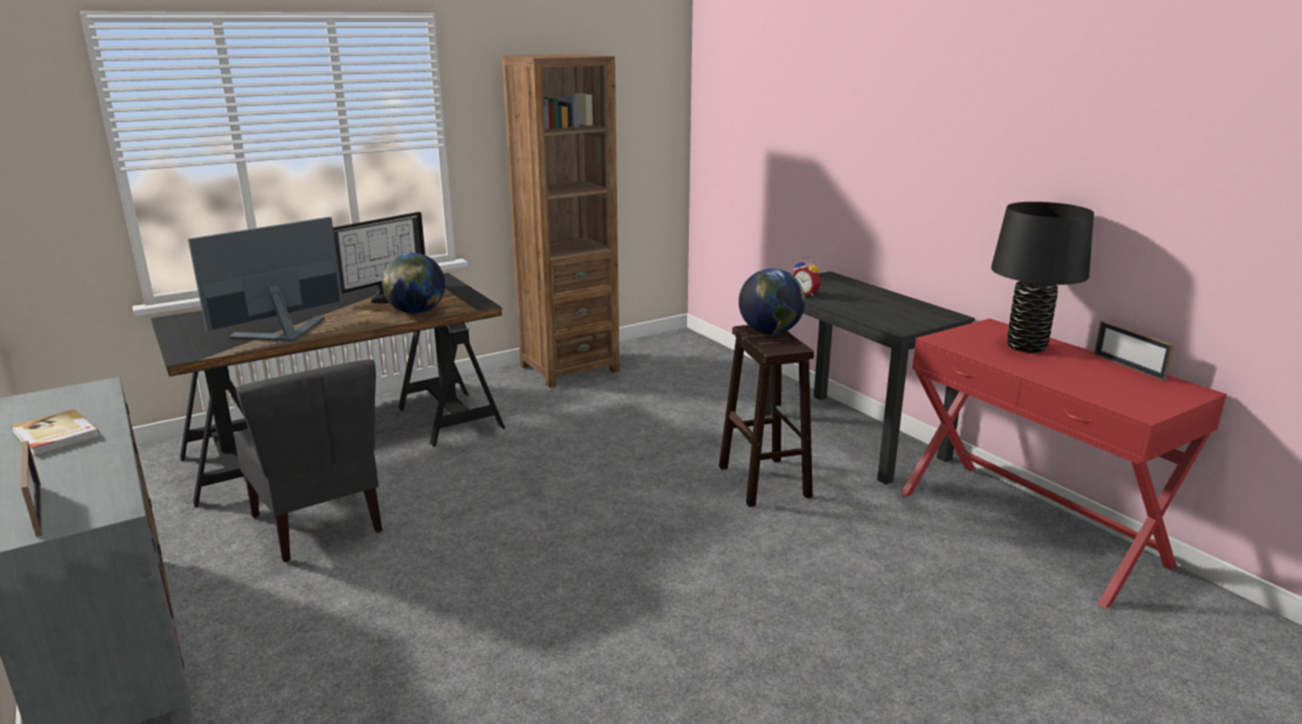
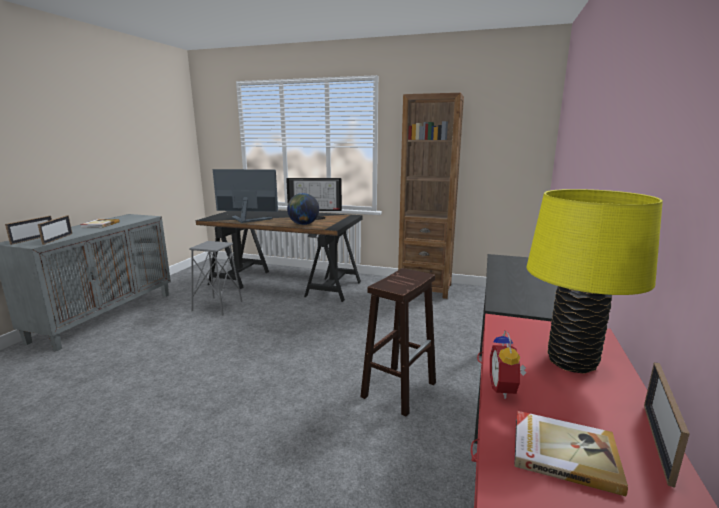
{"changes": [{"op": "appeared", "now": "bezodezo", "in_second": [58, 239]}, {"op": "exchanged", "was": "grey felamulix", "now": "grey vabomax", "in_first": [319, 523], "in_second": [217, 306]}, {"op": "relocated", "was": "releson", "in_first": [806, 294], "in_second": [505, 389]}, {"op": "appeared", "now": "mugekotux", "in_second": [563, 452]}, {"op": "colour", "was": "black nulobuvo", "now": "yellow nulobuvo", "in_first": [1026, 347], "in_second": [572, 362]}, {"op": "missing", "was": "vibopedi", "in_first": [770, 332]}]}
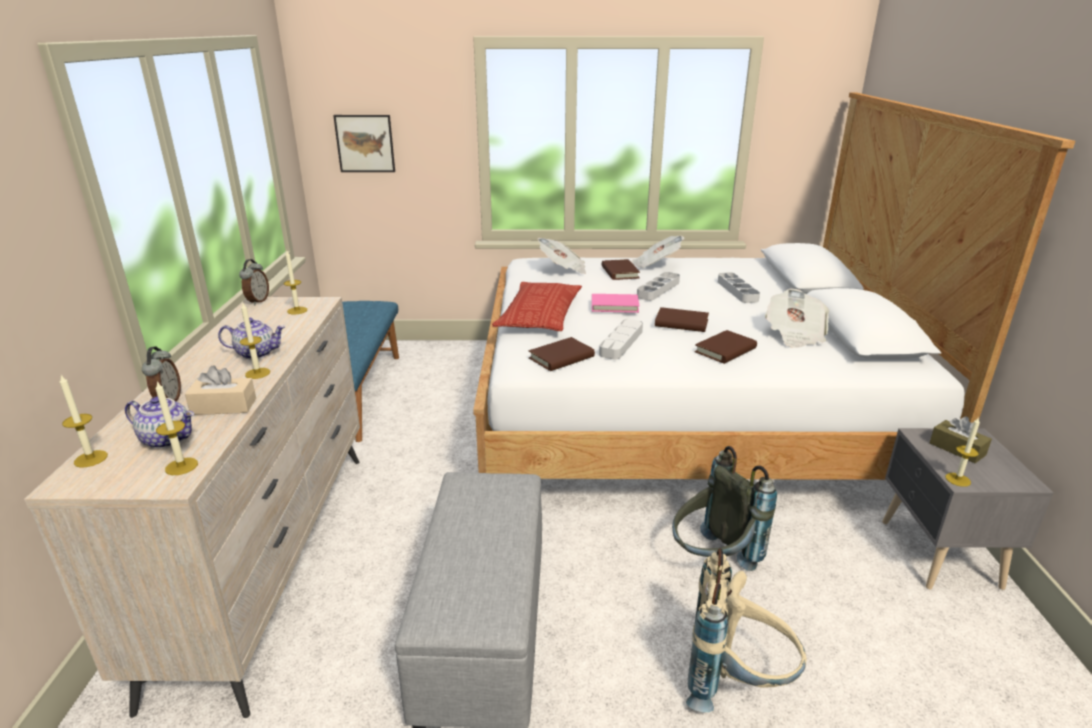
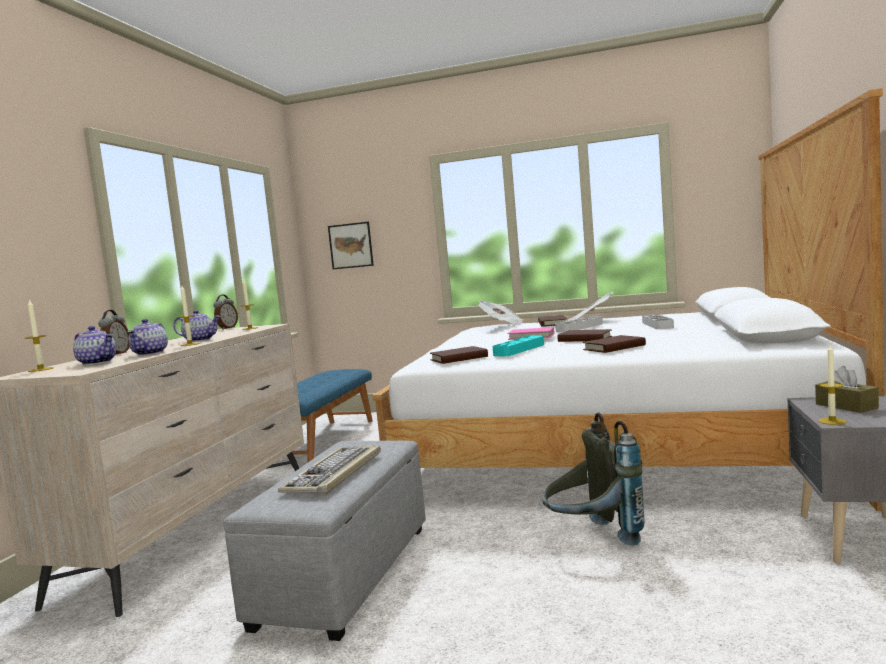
{"changes": [{"op": "exchanged", "was": "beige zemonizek", "now": "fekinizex", "in_first": [224, 406], "in_second": [150, 353]}, {"op": "appeared", "now": "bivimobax", "in_second": [335, 473]}, {"op": "colour", "was": "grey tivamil", "now": "turquoise tivamil", "in_first": [621, 343], "in_second": [519, 350]}, {"op": "missing", "was": "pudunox", "in_first": [181, 466]}, {"op": "missing", "was": "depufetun", "in_first": [540, 314]}, {"op": "missing", "was": "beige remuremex", "in_first": [736, 683]}, {"op": "missing", "was": "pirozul", "in_first": [794, 335]}]}
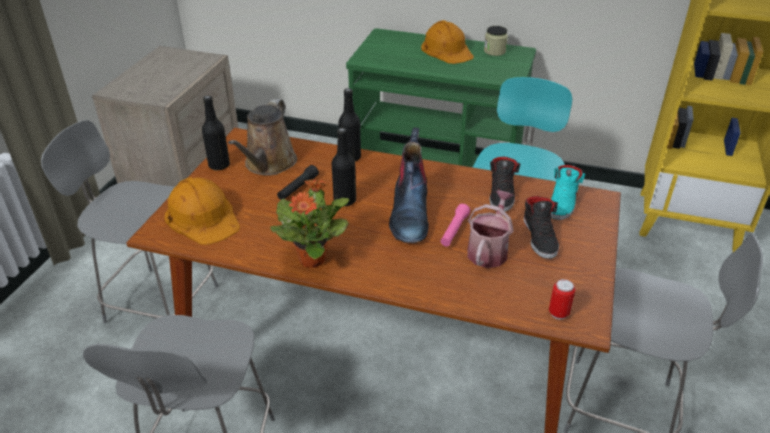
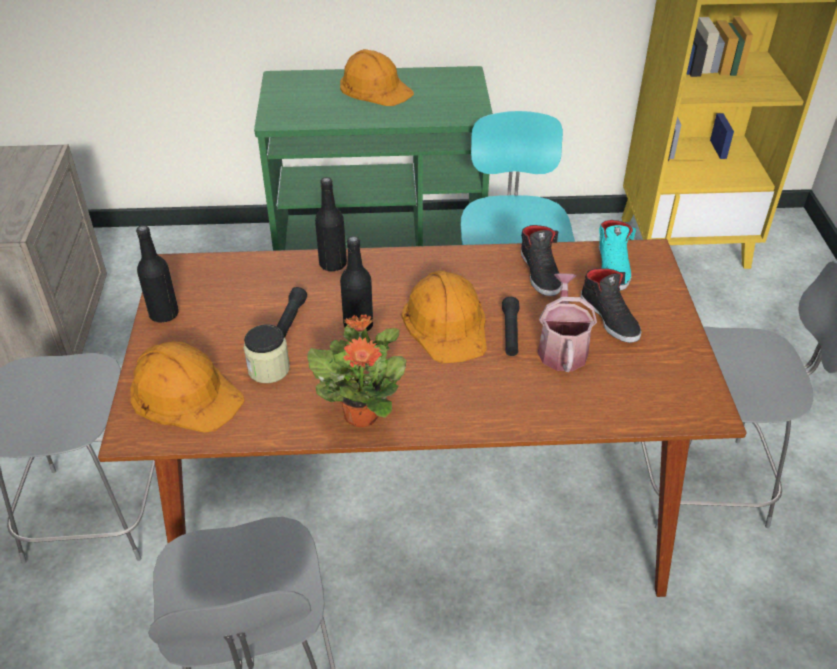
{"changes": [{"op": "relocated", "was": "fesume", "in_first": [494, 51], "in_second": [269, 369]}, {"op": "exchanged", "was": "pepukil", "now": "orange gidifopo", "in_first": [410, 213], "in_second": [447, 323]}, {"op": "colour", "was": "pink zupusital", "now": "black zupusital", "in_first": [454, 230], "in_second": [510, 333]}, {"op": "missing", "was": "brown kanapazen", "in_first": [268, 164]}, {"op": "missing", "was": "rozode", "in_first": [558, 313]}]}
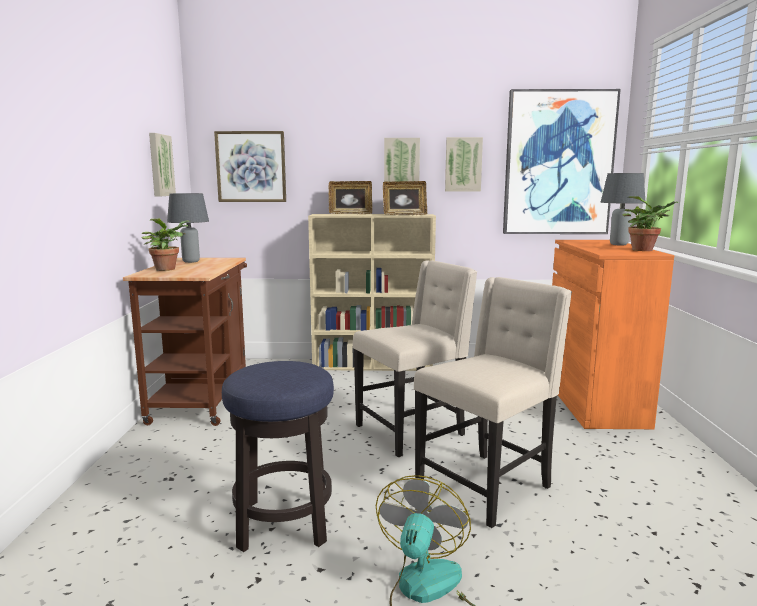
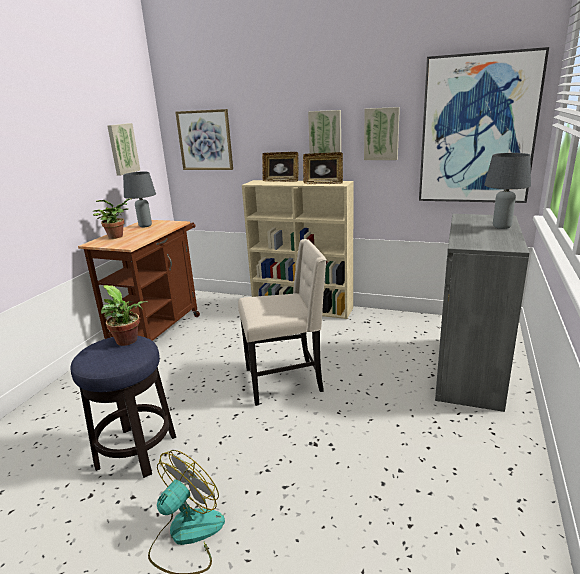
{"changes": [{"op": "relocated", "was": "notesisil", "in_first": [645, 250], "in_second": [128, 341]}, {"op": "colour", "was": "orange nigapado", "now": "grey nigapado", "in_first": [594, 402], "in_second": [469, 371]}, {"op": "missing", "was": "beige felamulix", "in_first": [486, 486]}]}
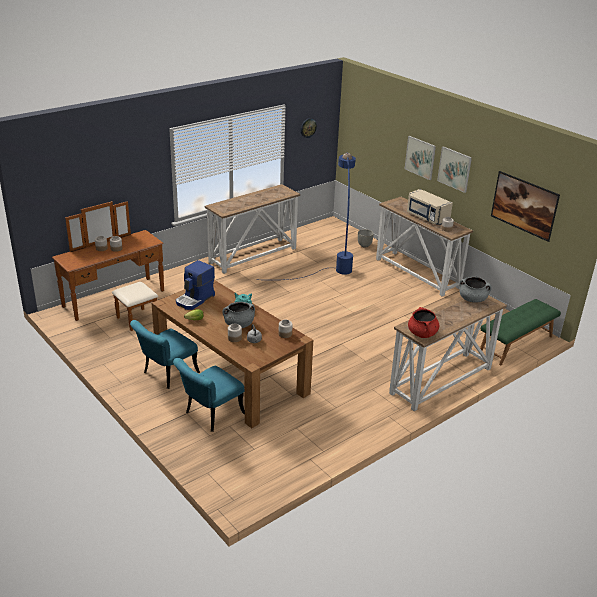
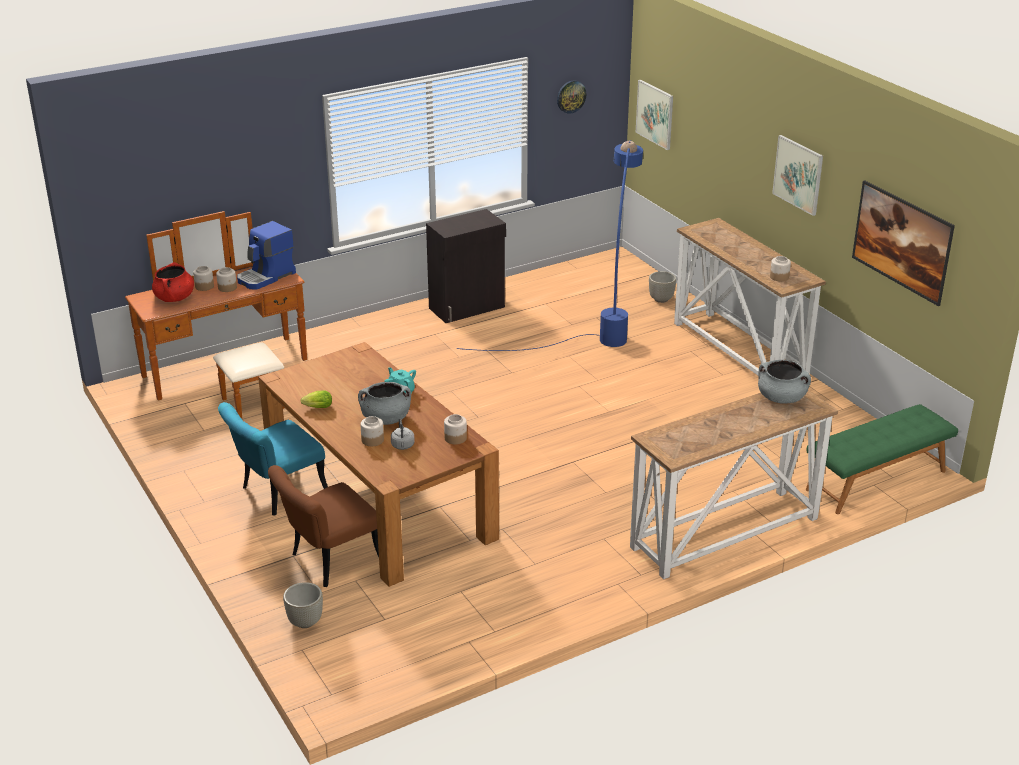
{"changes": [{"op": "relocated", "was": "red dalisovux", "in_first": [422, 334], "in_second": [174, 298]}, {"op": "relocated", "was": "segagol", "in_first": [195, 299], "in_second": [266, 277]}, {"op": "colour", "was": "turquoise felamulix", "now": "brown felamulix", "in_first": [210, 415], "in_second": [328, 562]}, {"op": "appeared", "now": "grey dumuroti", "in_second": [305, 622]}, {"op": "exchanged", "was": "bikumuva", "now": "black nigapado", "in_first": [253, 255], "in_second": [468, 308]}, {"op": "relocated", "was": "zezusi", "in_first": [420, 157], "in_second": [655, 114]}, {"op": "missing", "was": "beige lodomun", "in_first": [427, 217]}]}
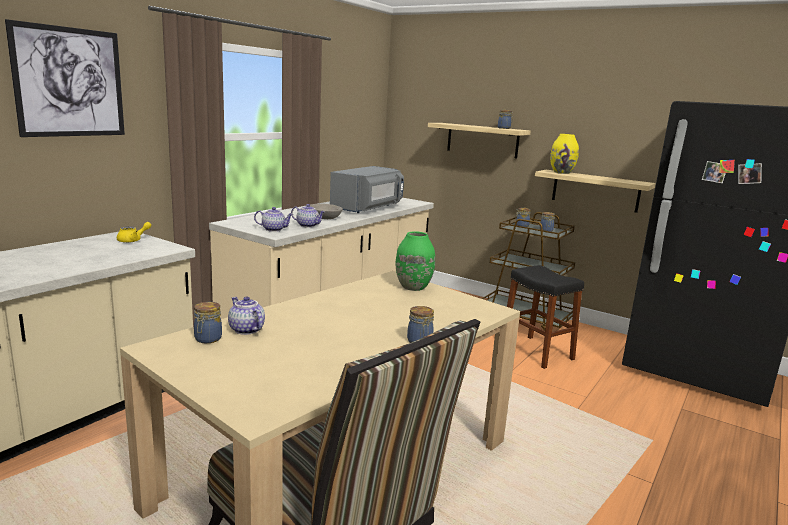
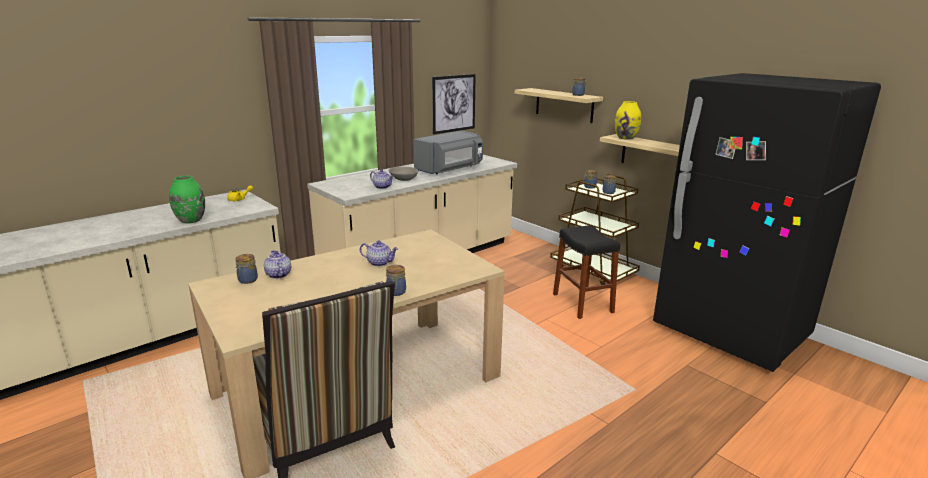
{"changes": [{"op": "relocated", "was": "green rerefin", "in_first": [413, 287], "in_second": [190, 220]}, {"op": "relocated", "was": "fekinizex", "in_first": [274, 229], "in_second": [380, 263]}, {"op": "relocated", "was": "zezusi", "in_first": [70, 82], "in_second": [454, 103]}]}
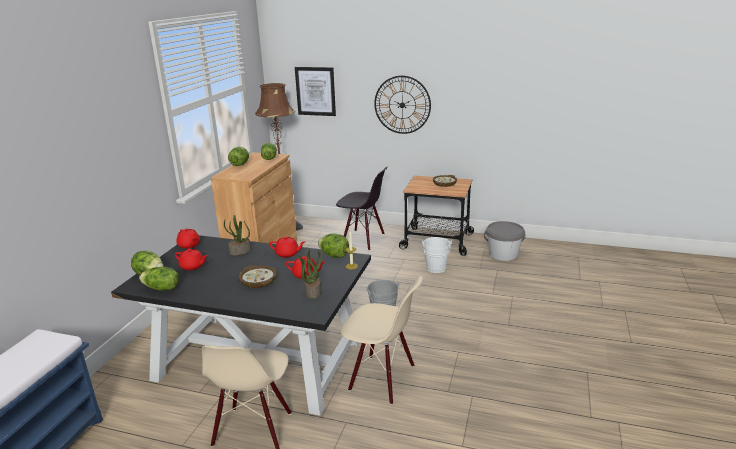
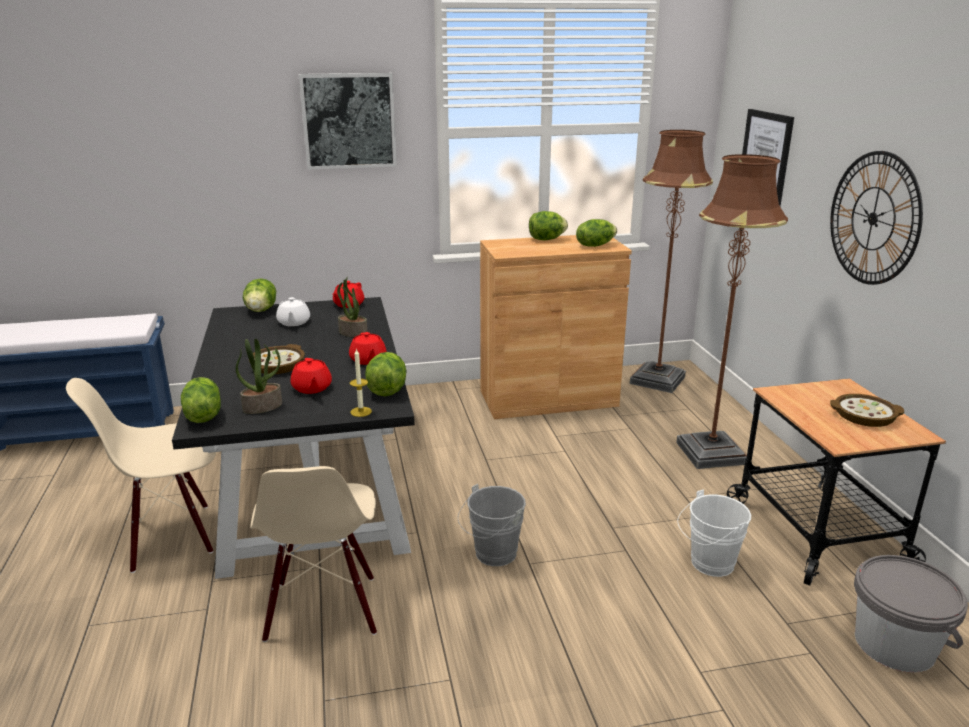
{"changes": [{"op": "relocated", "was": "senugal", "in_first": [161, 289], "in_second": [202, 415]}, {"op": "colour", "was": "red fekinizex", "now": "white fekinizex", "in_first": [192, 266], "in_second": [293, 323]}, {"op": "appeared", "now": "zezusi", "in_second": [349, 121]}, {"op": "exchanged", "was": "black felamulix", "now": "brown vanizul", "in_first": [363, 240], "in_second": [710, 453]}]}
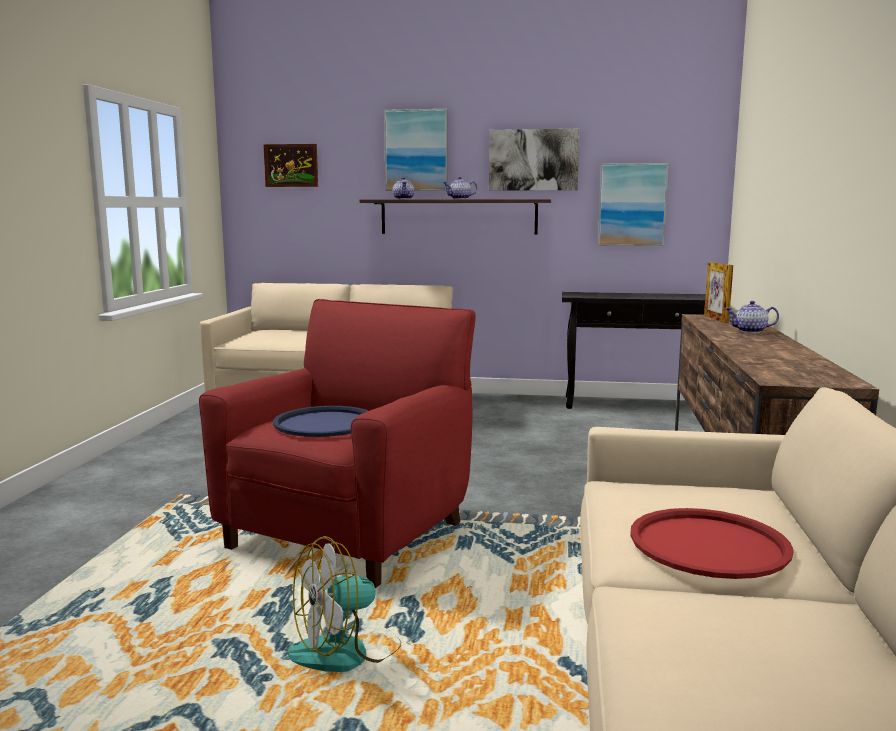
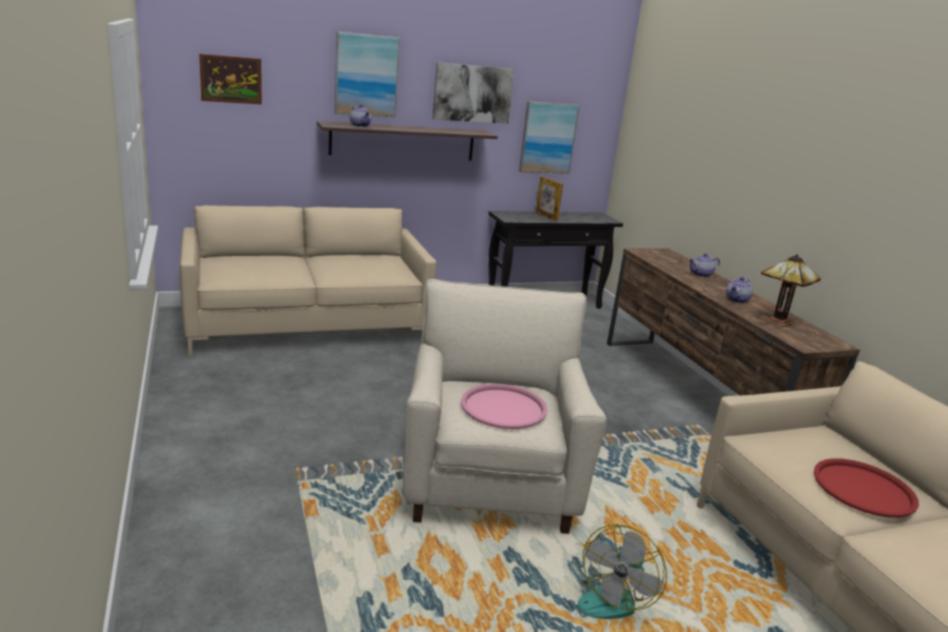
{"changes": [{"op": "colour", "was": "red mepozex", "now": "beige mepozex", "in_first": [351, 534], "in_second": [490, 483]}, {"op": "colour", "was": "blue tivamil", "now": "pink tivamil", "in_first": [325, 423], "in_second": [503, 407]}, {"op": "relocated", "was": "bezodezo", "in_first": [716, 319], "in_second": [546, 216]}, {"op": "relocated", "was": "fekinizex", "in_first": [460, 199], "in_second": [737, 300]}, {"op": "appeared", "now": "nulobuvo", "in_second": [776, 321]}]}
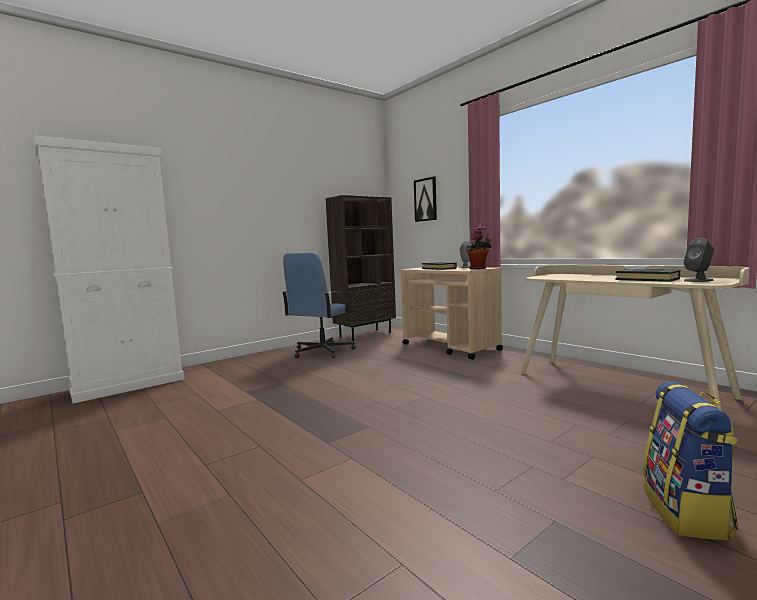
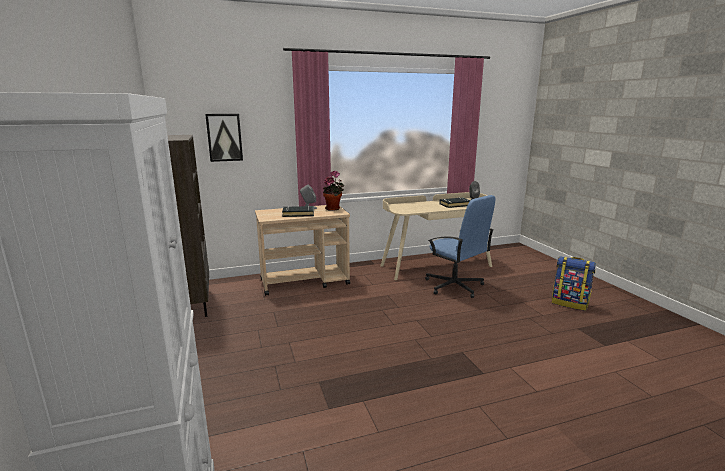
{"changes": [{"op": "relocated", "was": "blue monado", "in_first": [322, 351], "in_second": [454, 286]}]}
